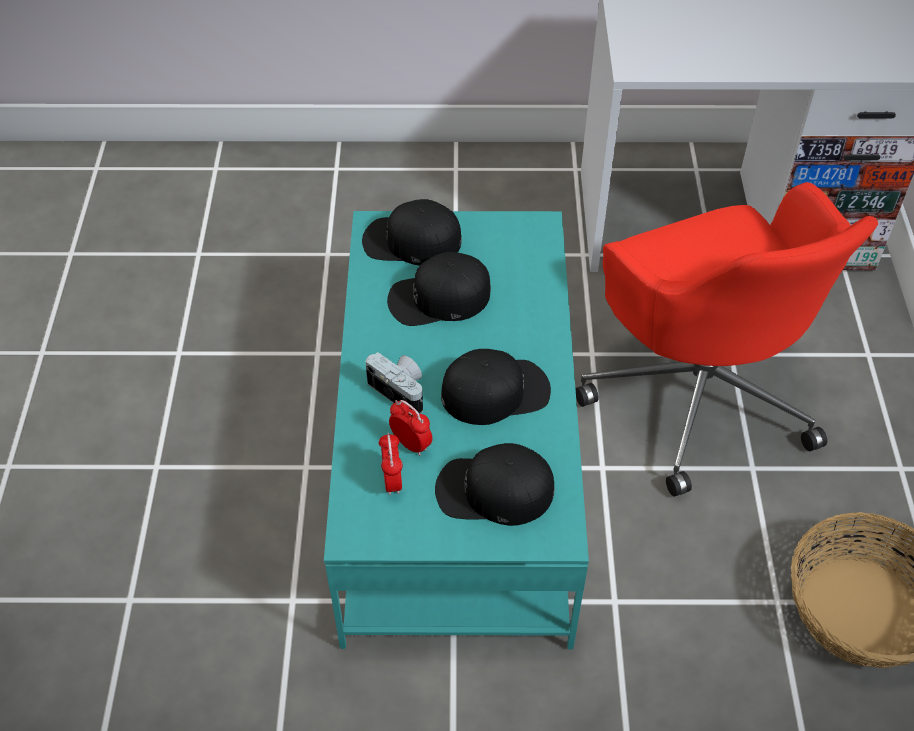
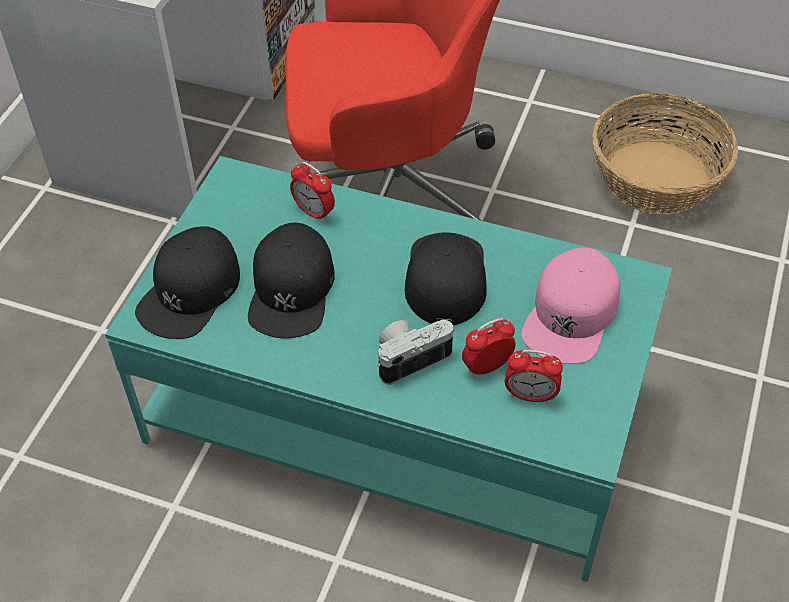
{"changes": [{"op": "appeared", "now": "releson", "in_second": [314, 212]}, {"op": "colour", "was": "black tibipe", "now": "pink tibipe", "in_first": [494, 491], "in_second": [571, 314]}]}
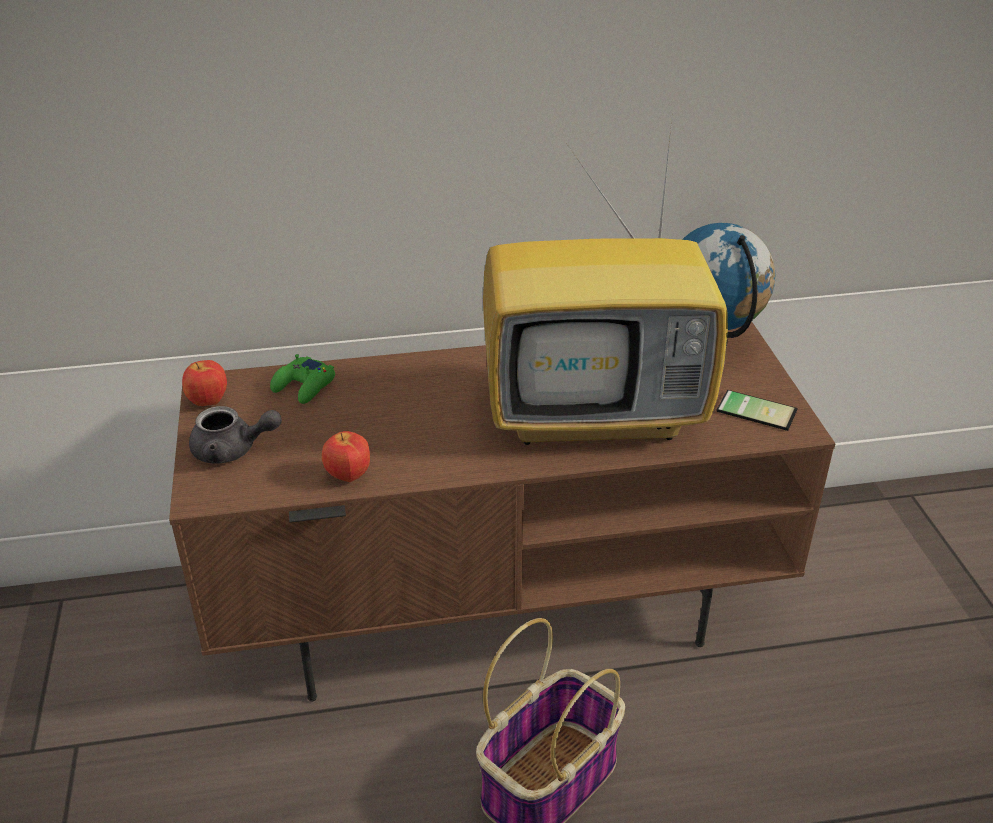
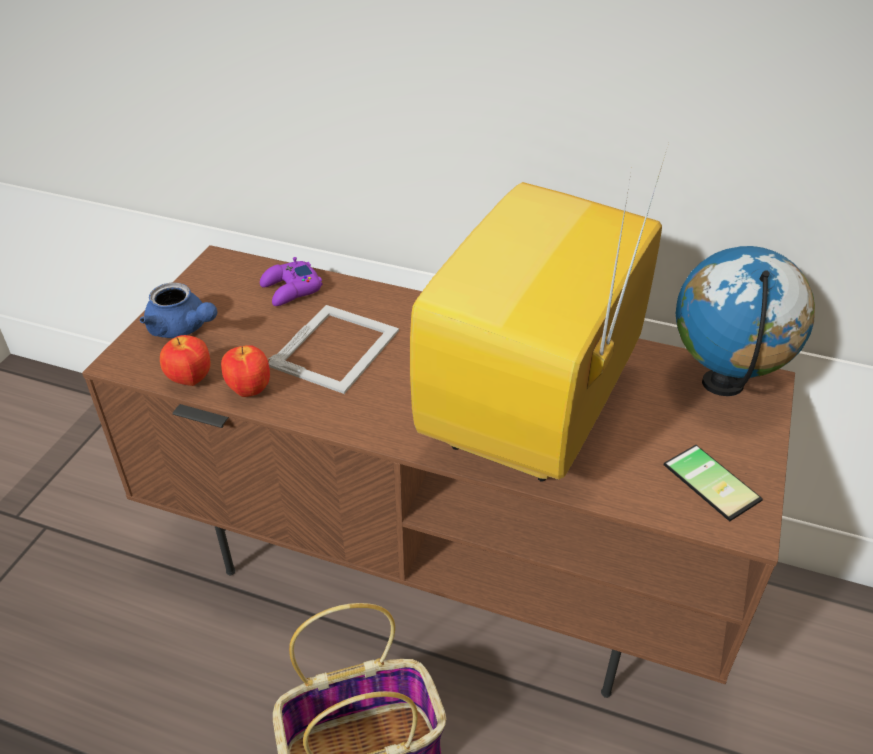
{"changes": [{"op": "colour", "was": "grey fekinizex", "now": "blue fekinizex", "in_first": [232, 450], "in_second": [182, 328]}, {"op": "relocated", "was": "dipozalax", "in_first": [208, 402], "in_second": [190, 380]}, {"op": "colour", "was": "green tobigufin", "now": "purple tobigufin", "in_first": [304, 386], "in_second": [291, 289]}, {"op": "appeared", "now": "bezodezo", "in_second": [336, 347]}, {"op": "spun", "was": "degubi", "in_first": [597, 412], "in_second": [532, 416], "clockwise": 90}]}
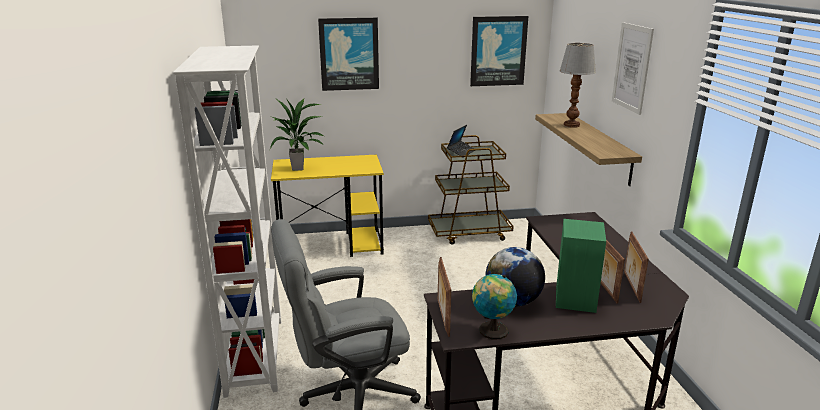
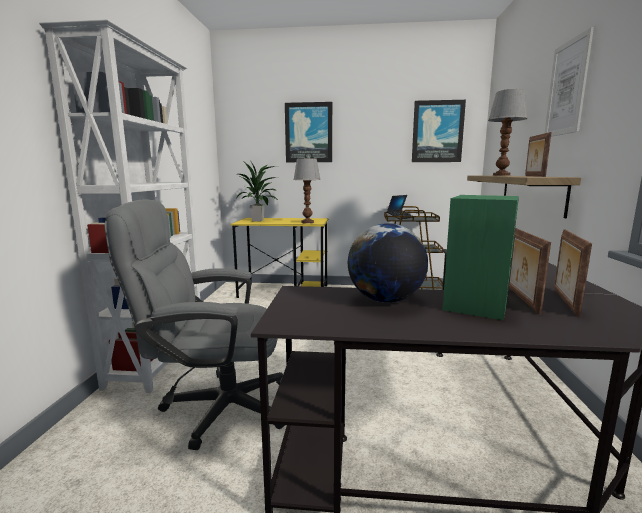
{"changes": [{"op": "appeared", "now": "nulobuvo", "in_second": [307, 222]}, {"op": "relocated", "was": "bezodezo", "in_first": [442, 318], "in_second": [533, 176]}, {"op": "missing", "was": "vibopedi", "in_first": [491, 331]}]}
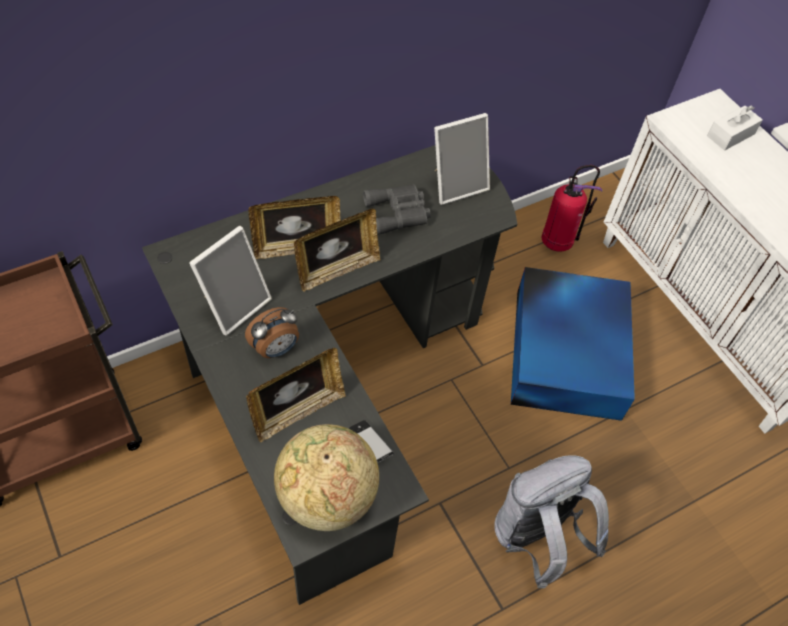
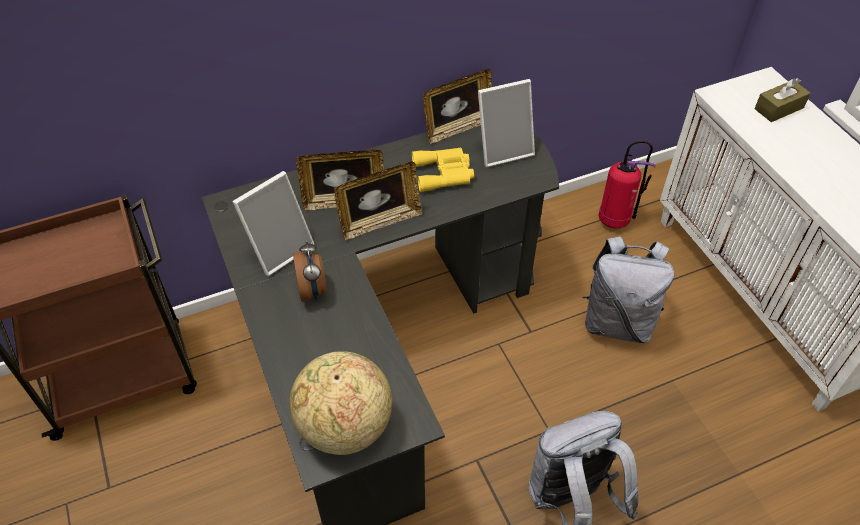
{"changes": [{"op": "spun", "was": "releson", "in_first": [276, 349], "in_second": [313, 290], "clockwise": -75}, {"op": "colour", "was": "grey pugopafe", "now": "yellow pugopafe", "in_first": [398, 213], "in_second": [444, 173]}, {"op": "relocated", "was": "bezodezo", "in_first": [297, 411], "in_second": [457, 128]}, {"op": "exchanged", "was": "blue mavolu", "now": "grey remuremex", "in_first": [568, 351], "in_second": [617, 322]}, {"op": "colour", "was": "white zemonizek", "now": "brown zemonizek", "in_first": [730, 135], "in_second": [779, 108]}, {"op": "missing", "was": "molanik", "in_first": [370, 443]}]}
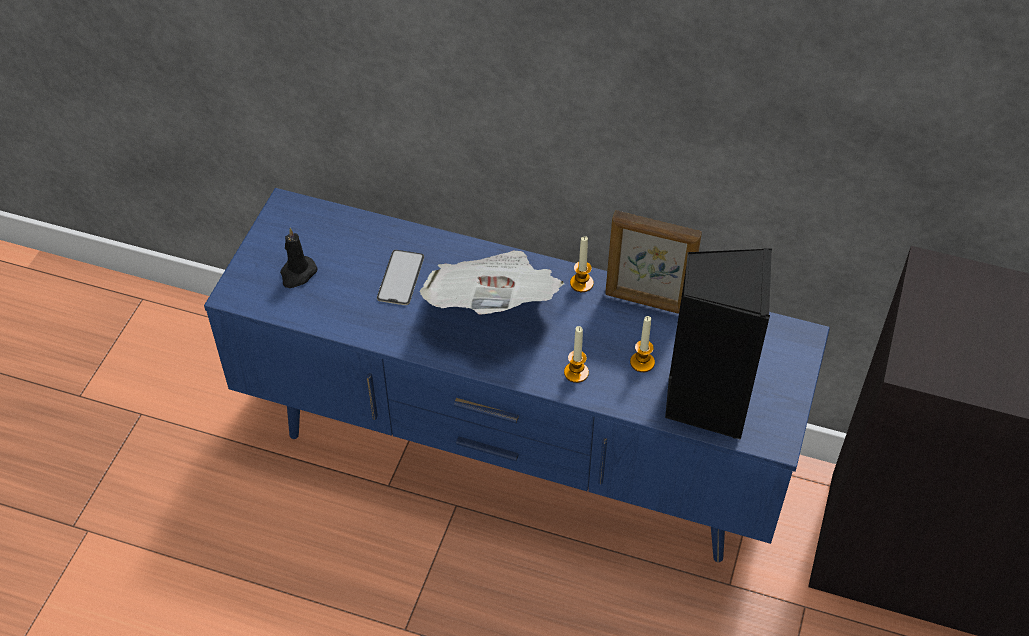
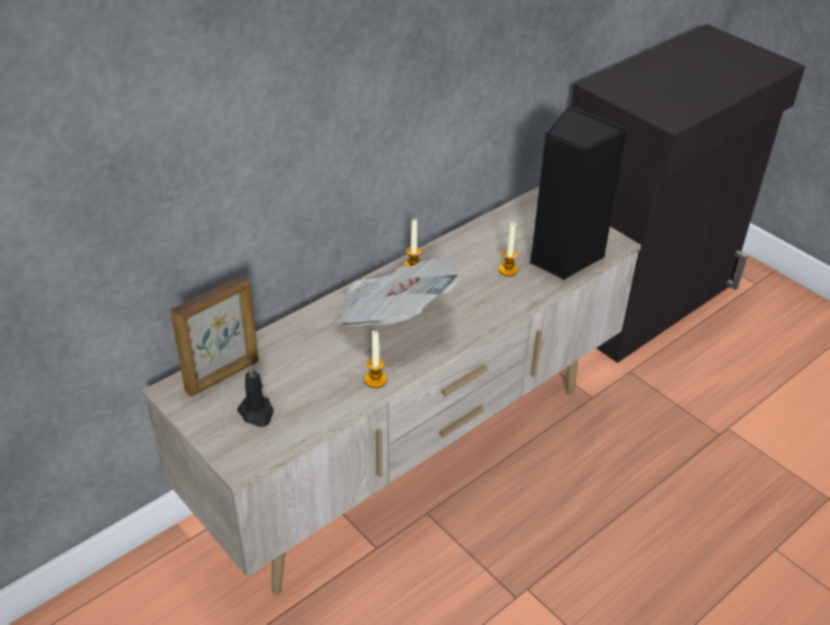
{"changes": [{"op": "colour", "was": "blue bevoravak", "now": "beige bevoravak", "in_first": [514, 458], "in_second": [411, 458]}, {"op": "relocated", "was": "bezodezo", "in_first": [646, 302], "in_second": [223, 376]}, {"op": "relocated", "was": "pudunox", "in_first": [576, 372], "in_second": [375, 380]}, {"op": "missing", "was": "molanik", "in_first": [400, 278]}]}
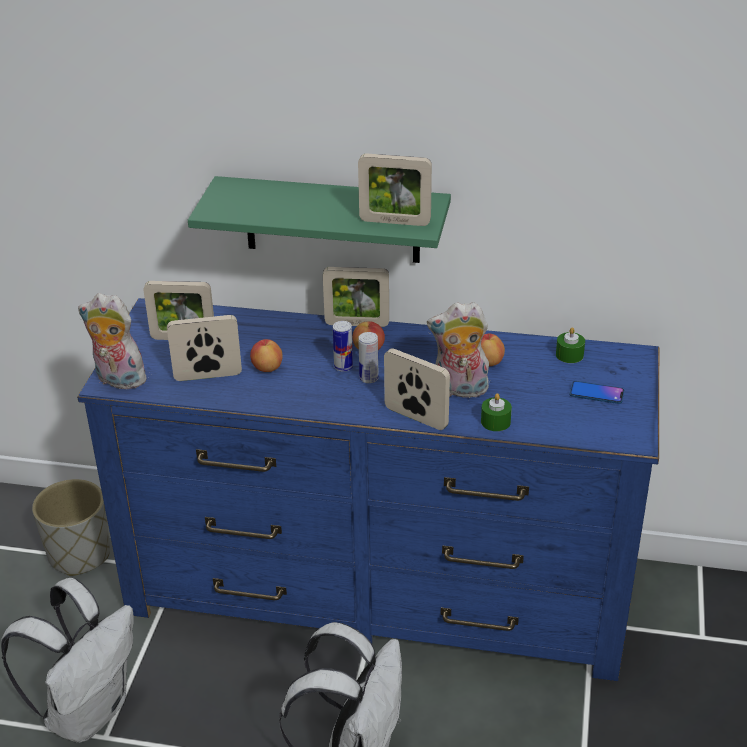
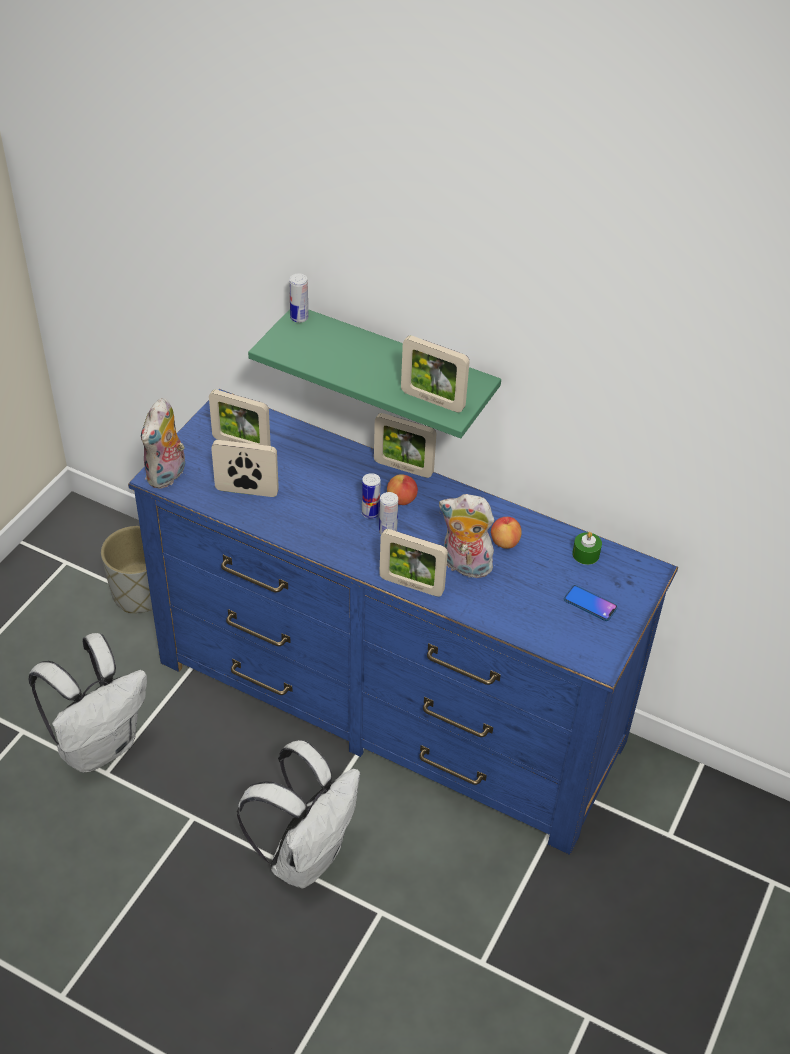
{"changes": [{"op": "spun", "was": "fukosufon", "in_first": [117, 380], "in_second": [167, 476], "clockwise": -105}, {"op": "appeared", "now": "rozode", "in_second": [299, 318]}, {"op": "spun", "was": "bezodezo", "in_first": [416, 417], "in_second": [411, 585], "clockwise": 150}, {"op": "missing", "was": "dipozalax", "in_first": [267, 368]}, {"op": "missing", "was": "green pudunox", "in_first": [495, 422]}]}
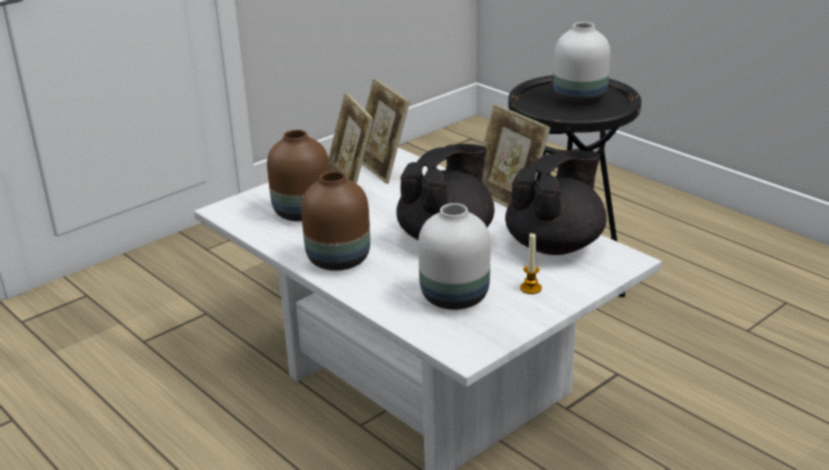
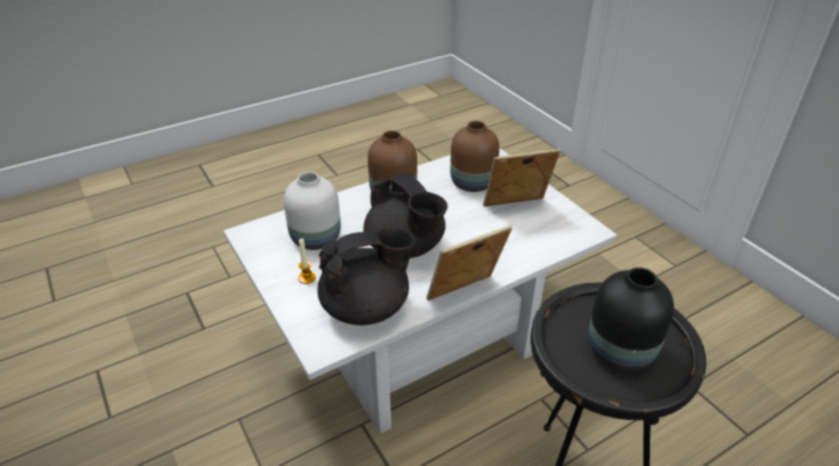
{"changes": [{"op": "spun", "was": "black fekinizex", "in_first": [555, 245], "in_second": [367, 307], "clockwise": -75}, {"op": "colour", "was": "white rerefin", "now": "black rerefin", "in_first": [581, 100], "in_second": [619, 351]}, {"op": "missing", "was": "bezodezo", "in_first": [382, 167]}]}
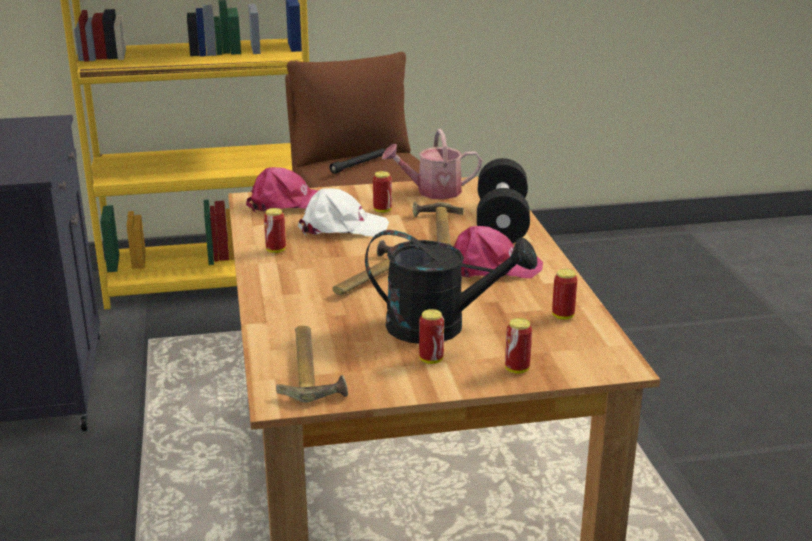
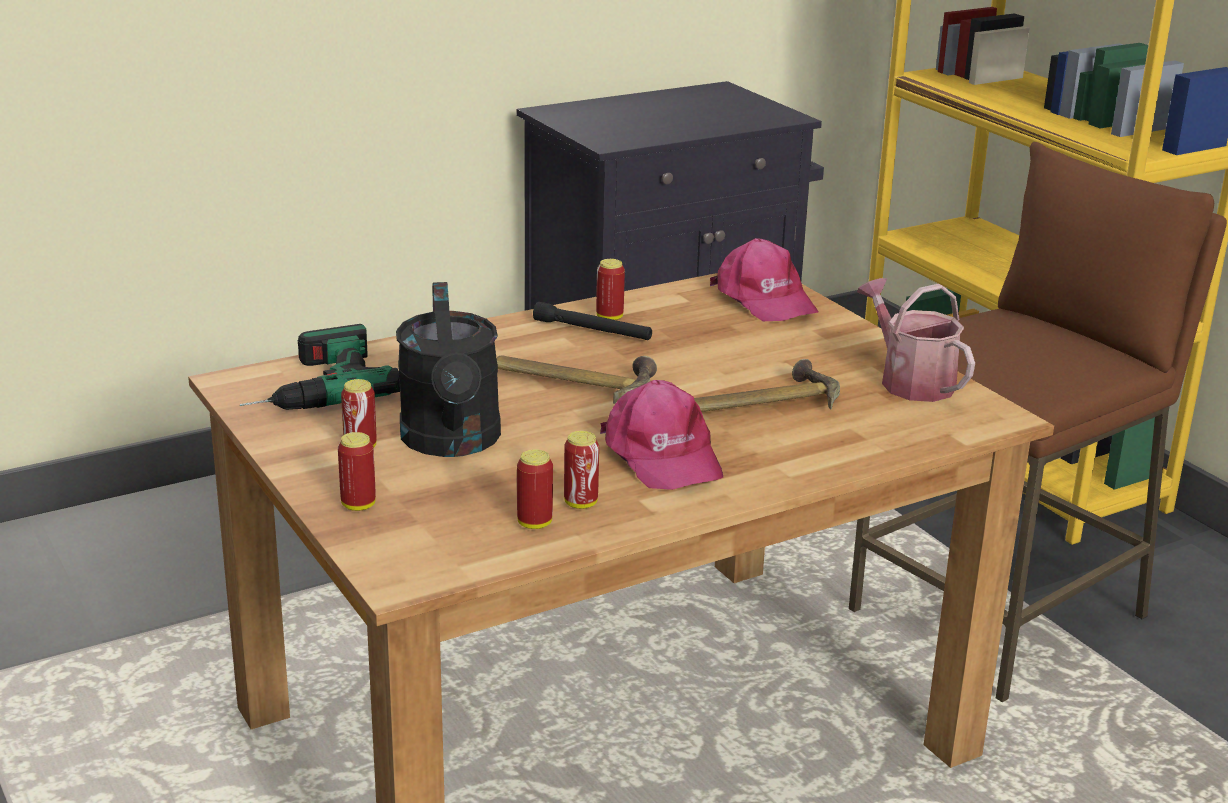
{"changes": [{"op": "exchanged", "was": "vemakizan", "now": "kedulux", "in_first": [312, 369], "in_second": [309, 386]}, {"op": "relocated", "was": "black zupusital", "in_first": [359, 165], "in_second": [592, 331]}, {"op": "relocated", "was": "rozode", "in_first": [382, 210], "in_second": [580, 503]}, {"op": "missing", "was": "white tibipe", "in_first": [341, 227]}, {"op": "missing", "was": "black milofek", "in_first": [501, 223]}]}
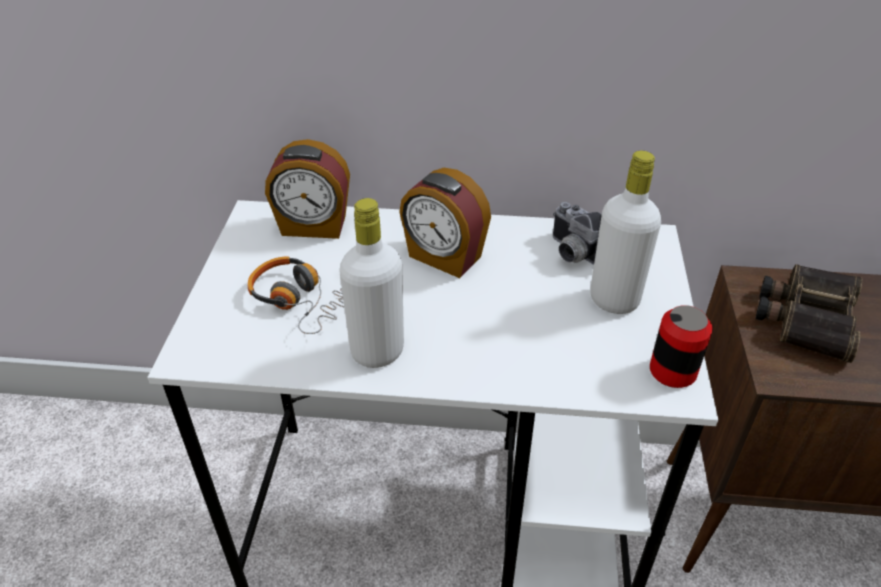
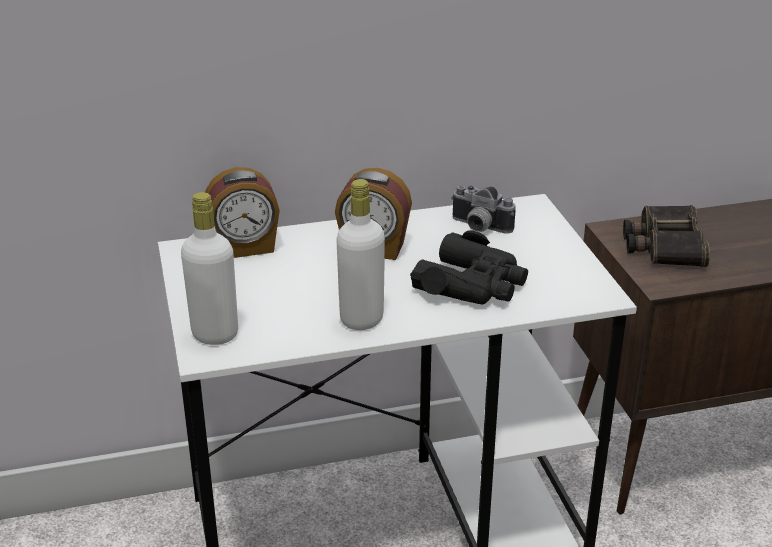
{"changes": [{"op": "relocated", "was": "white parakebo", "in_first": [614, 300], "in_second": [215, 334]}, {"op": "appeared", "now": "black pugopafe", "in_second": [472, 284]}, {"op": "missing", "was": "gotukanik", "in_first": [302, 300]}, {"op": "missing", "was": "rozode", "in_first": [672, 371]}]}
